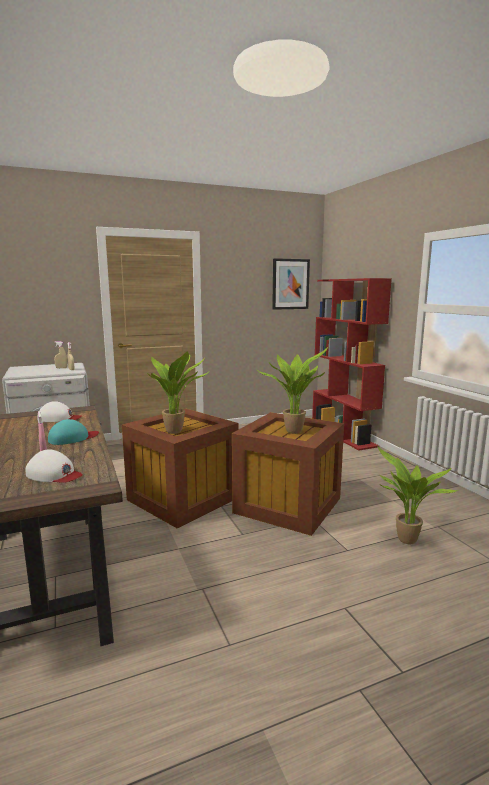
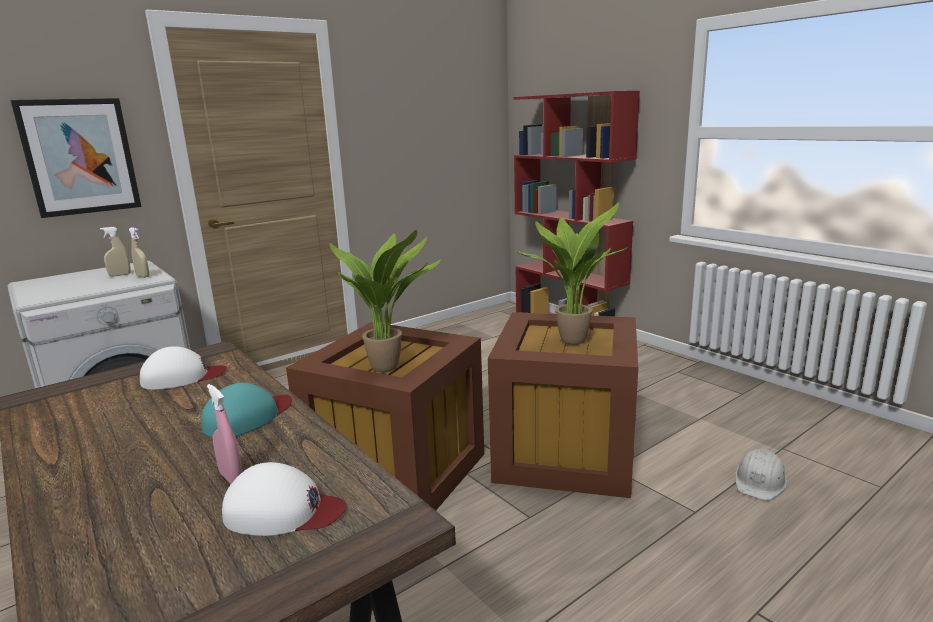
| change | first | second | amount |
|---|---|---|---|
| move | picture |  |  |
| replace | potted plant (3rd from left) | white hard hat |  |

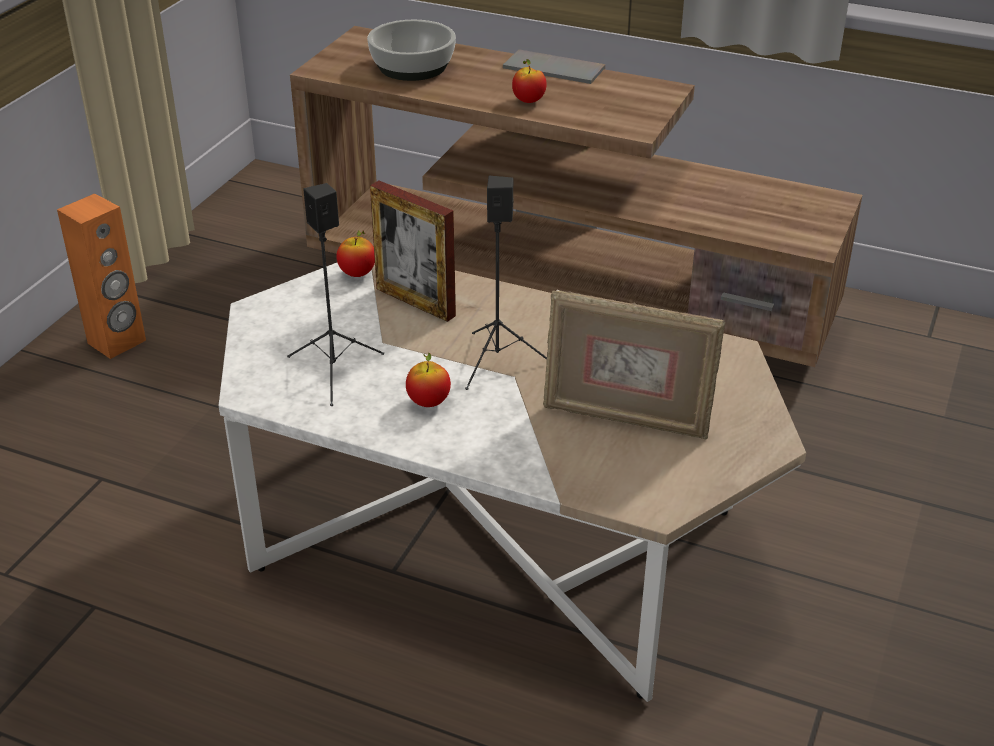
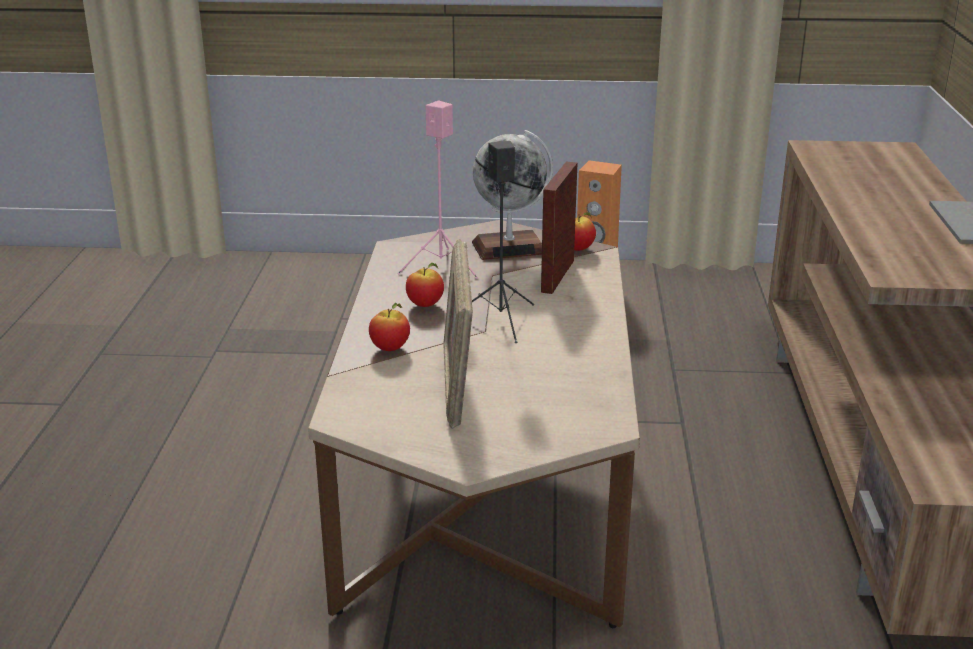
| change | first | second | amount |
|---|---|---|---|
| recolor | white coffee table | brown coffee table |  |
| recolor | black speaker (1st from left) | pink speaker |  |
| delete | bowl |  |  |
| move | apple (3rd from left in the first image) | apple (1st from left) |  |
| insert |  | globe |  |

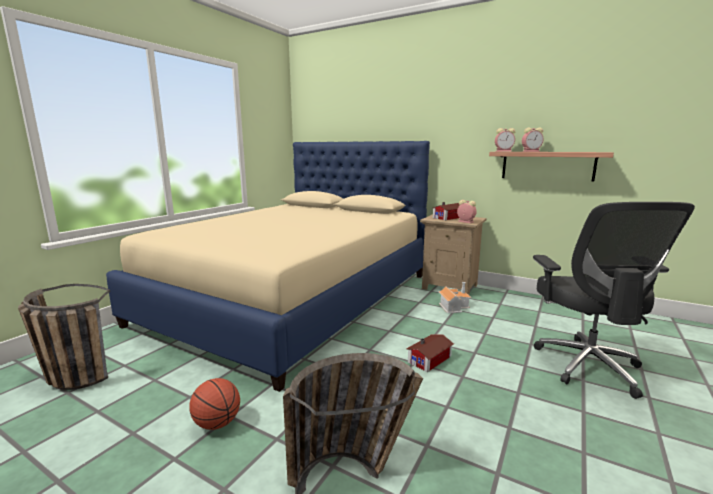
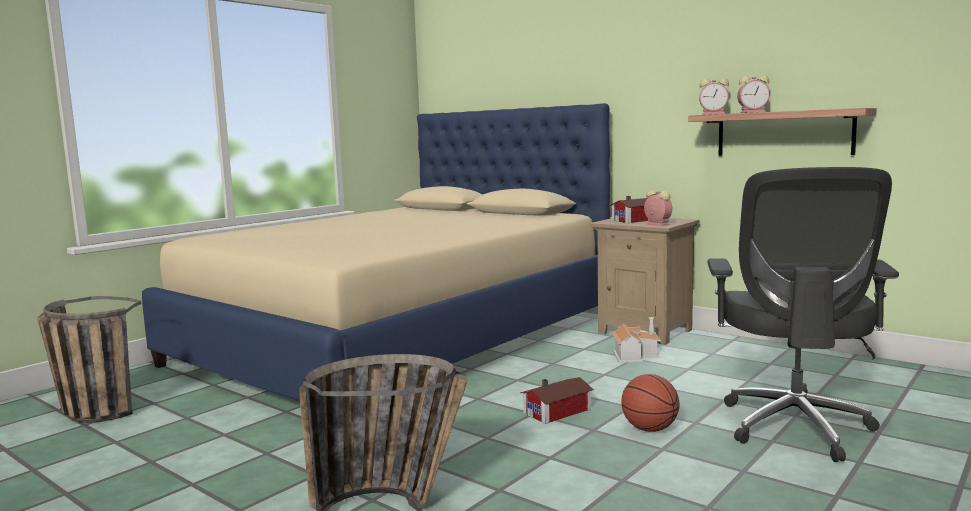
| change | first | second | amount |
|---|---|---|---|
| move | basketball |  |  |

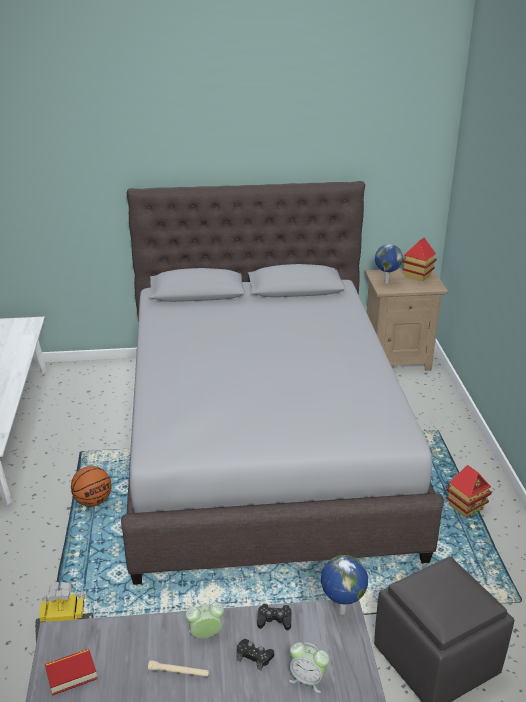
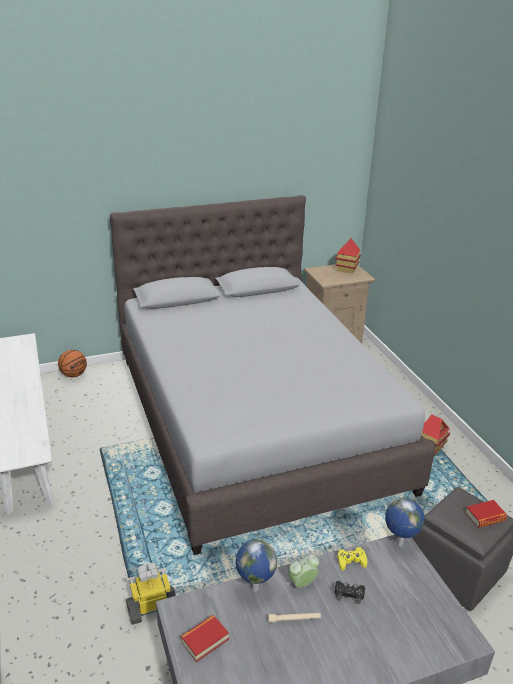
| change | first | second | amount |
|---|---|---|---|
| move | basketball |  |  |
| recolor | black game controller (2nd from left) | yellow game controller |  |
| delete | alarm clock (2nd from left) |  |  |
| move | globe (2nd from left in the first image) | globe (1st from left) |  |
| insert |  | book (2nd from left) |  |

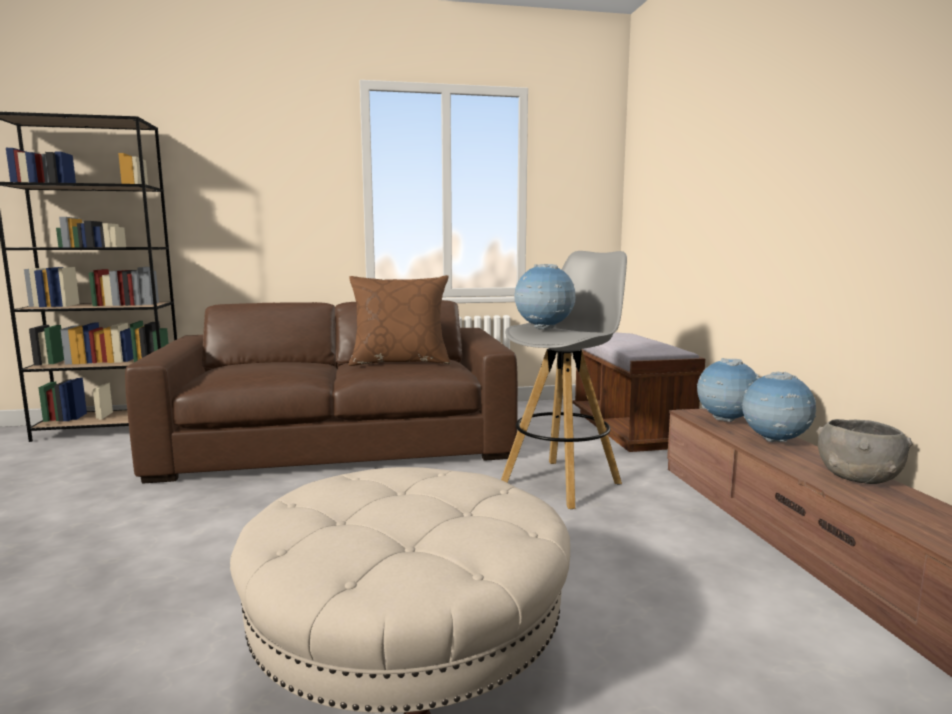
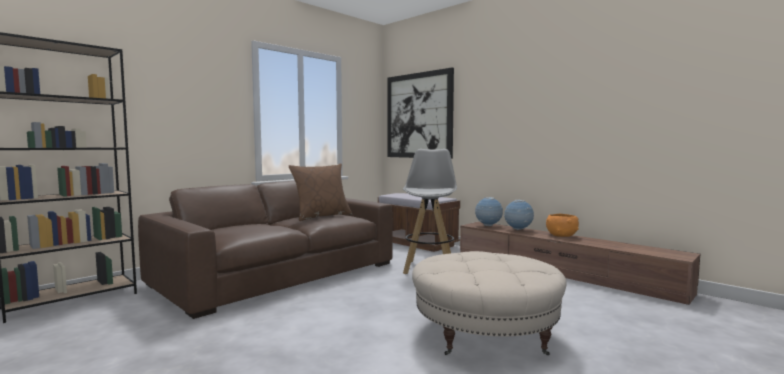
| change | first | second | amount |
|---|---|---|---|
| delete | globe (1st from left) |  |  |
| recolor | grey bowl | orange bowl |  |
| insert |  | picture |  |

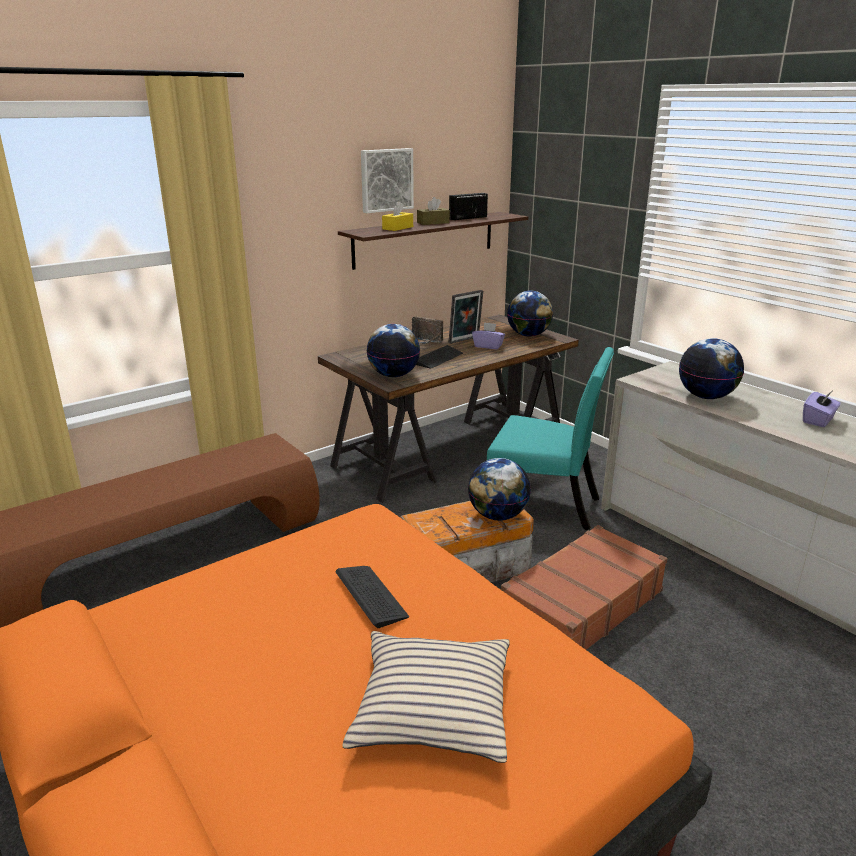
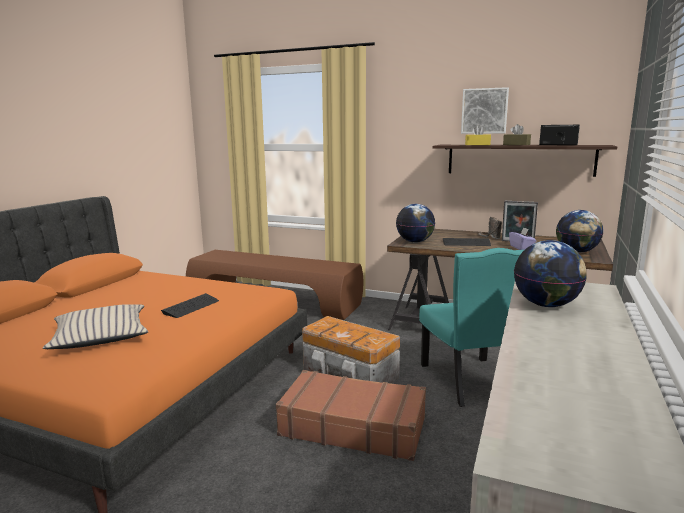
| change | first | second | amount |
|---|---|---|---|
| delete | globe (2nd from left) |  |  |
| delete | purple tissue box (2nd from left) |  |  |

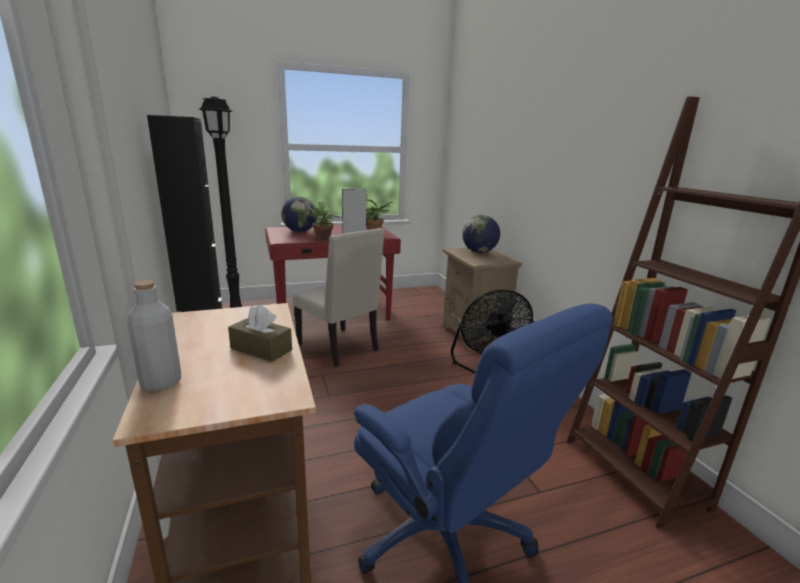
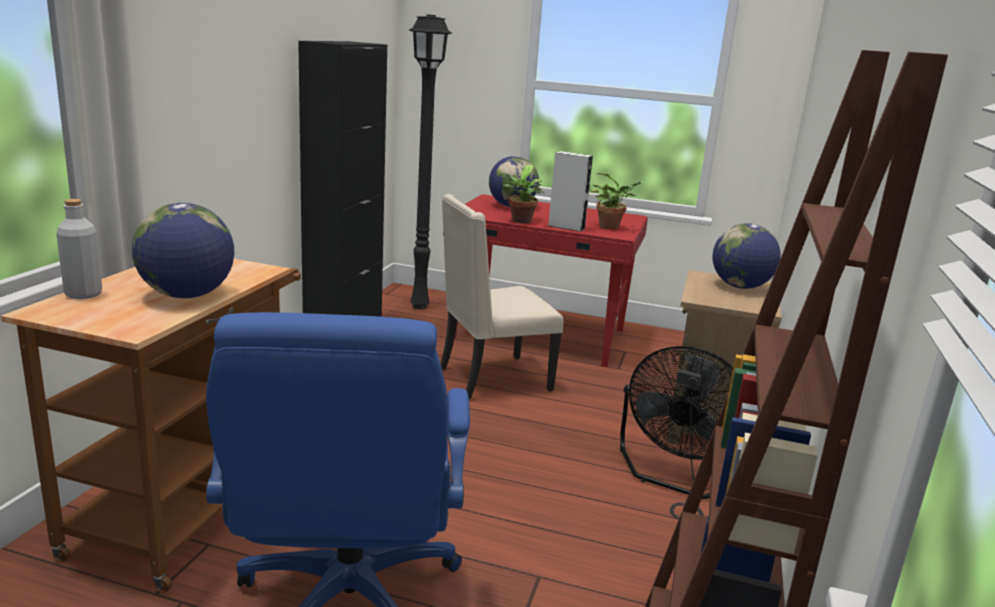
| change | first | second | amount |
|---|---|---|---|
| replace | brown tissue box | globe (1st from left) |  |
| rotate | beige chair |  | 75 degrees clockwise |

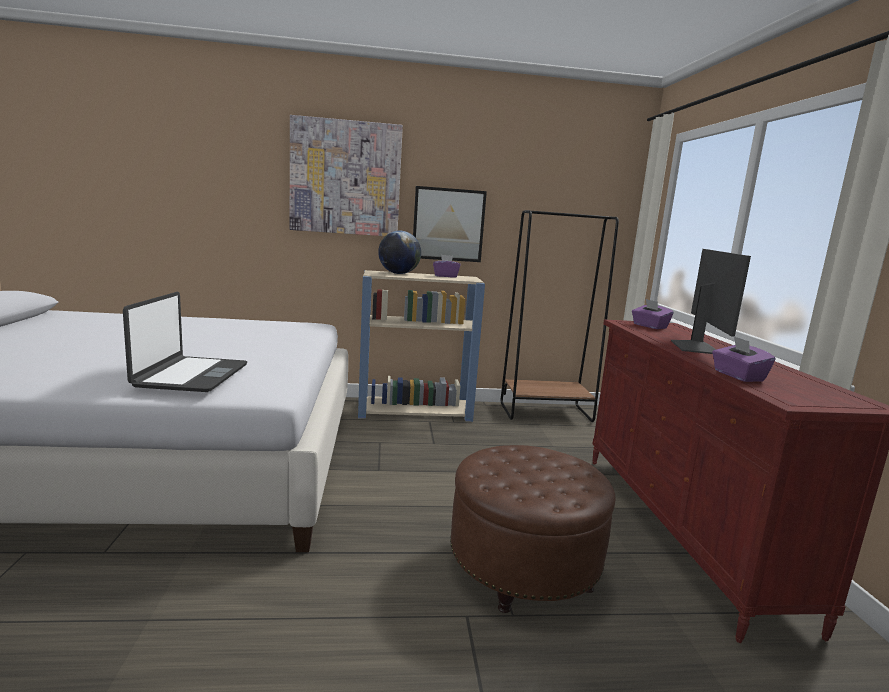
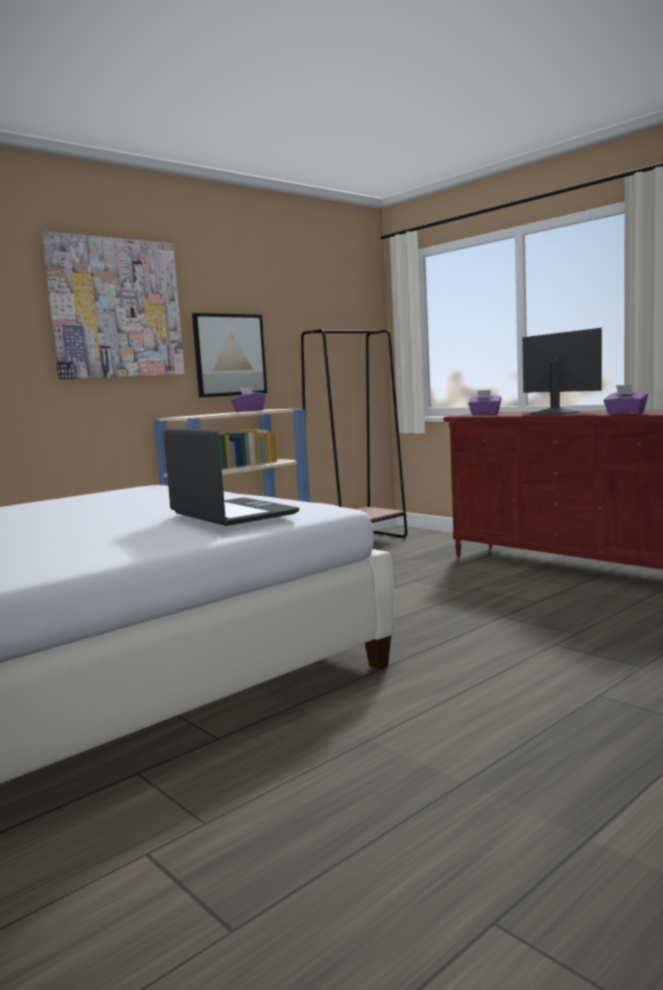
| change | first | second | amount |
|---|---|---|---|
| delete | globe |  |  |
| delete | brown ottoman |  |  |

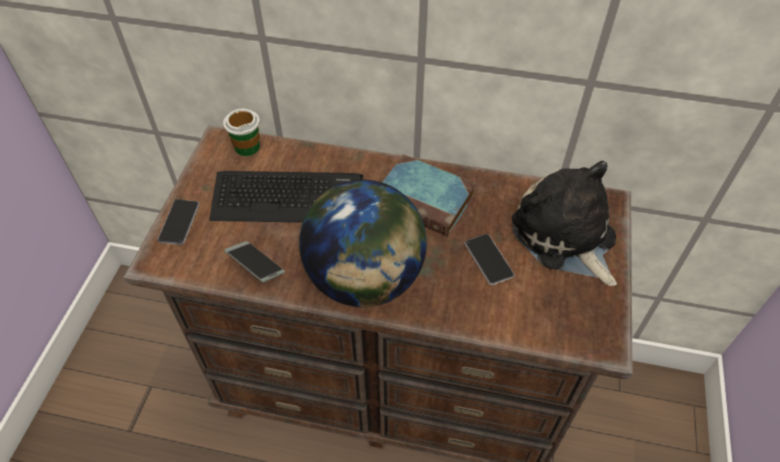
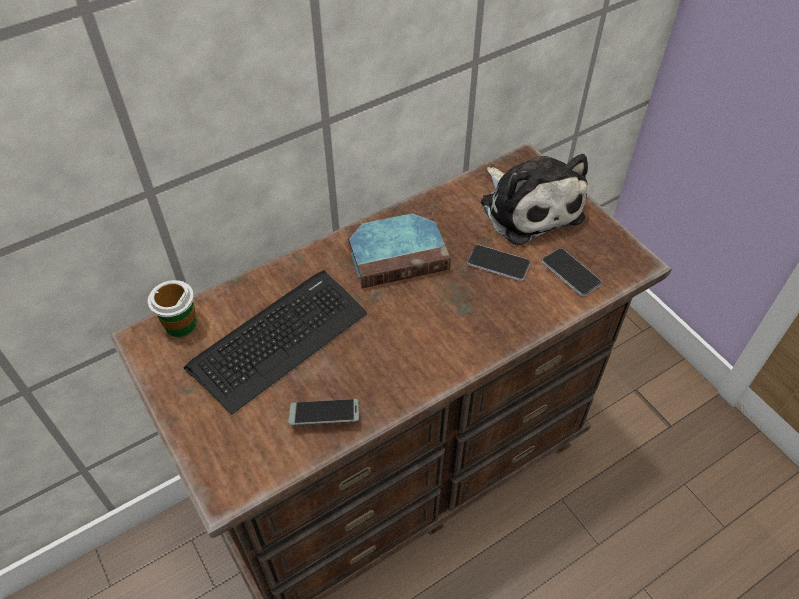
| change | first | second | amount |
|---|---|---|---|
| move | phone (1st from left in the first image) | phone (3rd from left) |  |
| delete | globe |  |  |
| rotate | plush toy |  | 135 degrees counterclockwise |

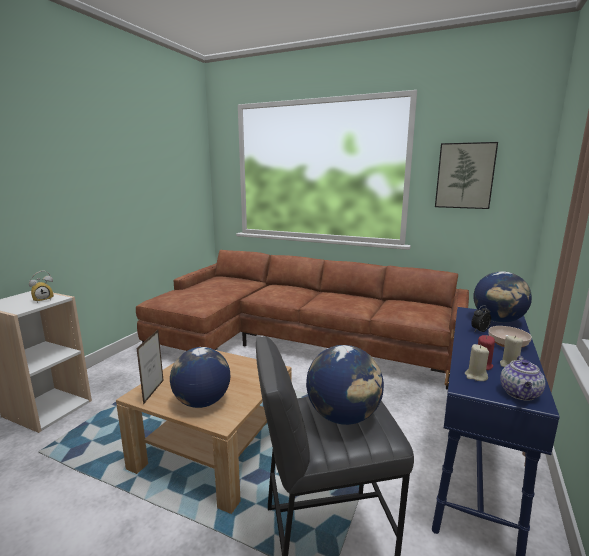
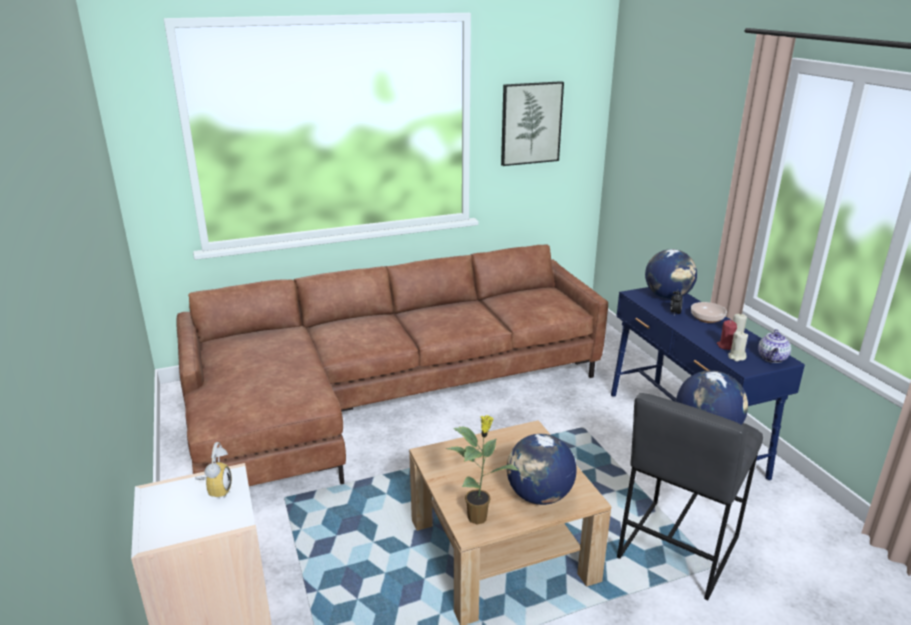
| change | first | second | amount |
|---|---|---|---|
| replace | picture frame | potted plant |  |
| rotate | teapot |  | 45 degrees clockwise |

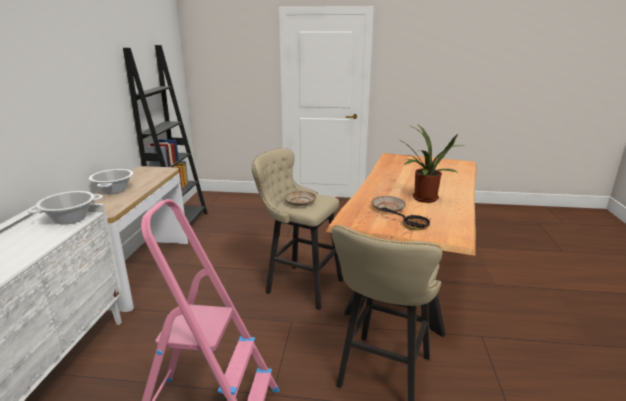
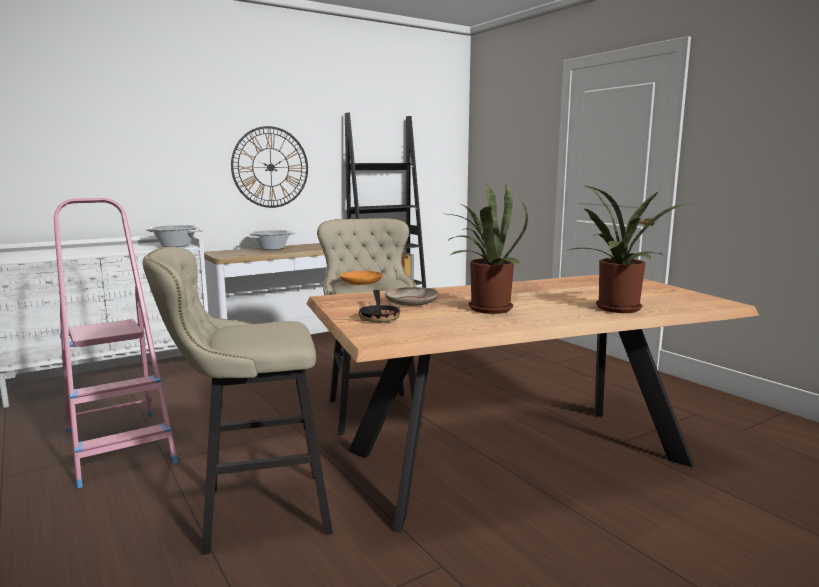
| change | first | second | amount |
|---|---|---|---|
| recolor | beige plate (1st from left) | orange plate |  |
| insert |  | wall clock |  |
| insert |  | potted plant (2nd from left) |  |

